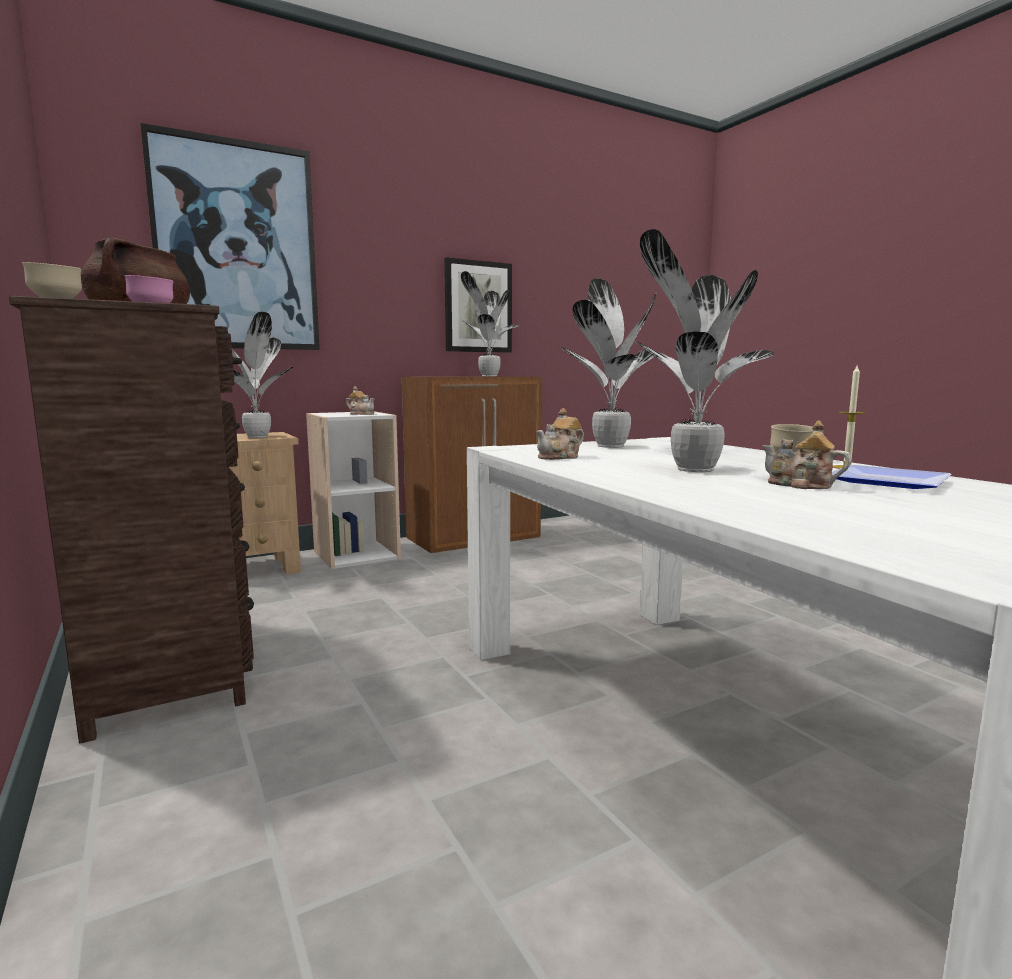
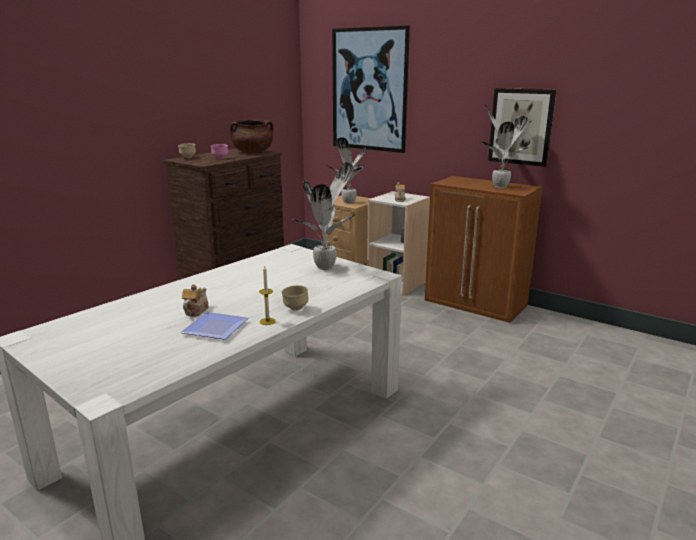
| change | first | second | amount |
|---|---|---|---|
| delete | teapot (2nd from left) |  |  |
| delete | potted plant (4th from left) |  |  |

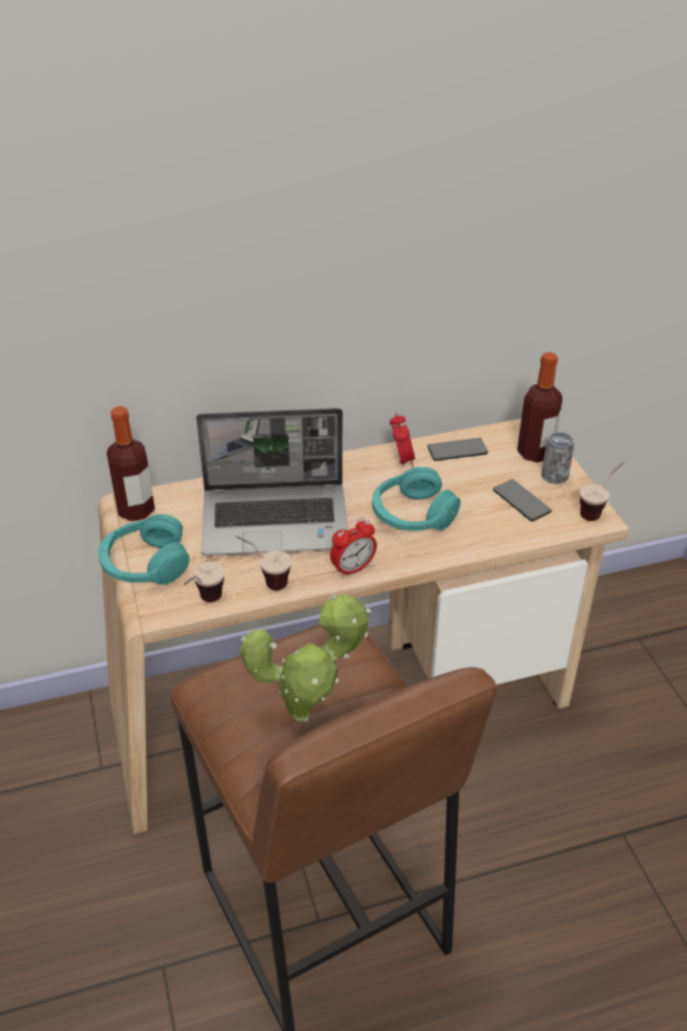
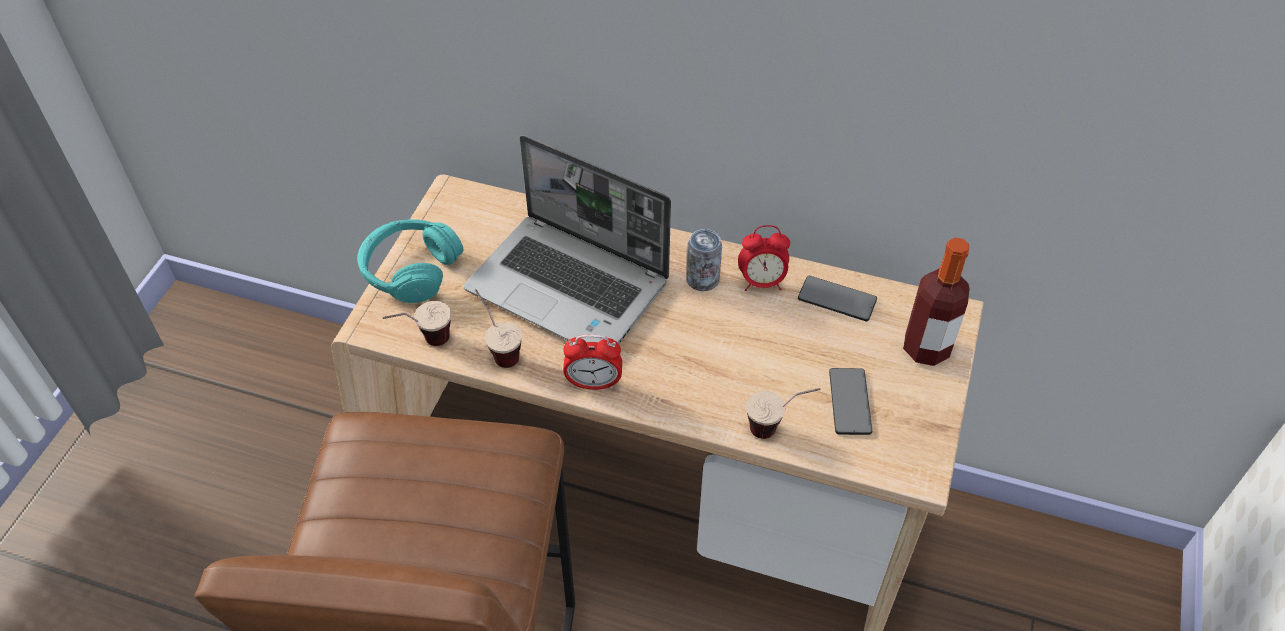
| change | first | second | amount |
|---|---|---|---|
| delete | bottle (1st from left) |  |  |
| delete | potted plant |  |  |
| delete | turquoise headphones (2nd from left) |  |  |
| rotate | alarm clock (2nd from left) |  | 60 degrees clockwise |
| move | can |  |  |
| move | cup (3rd from left) |  |  |

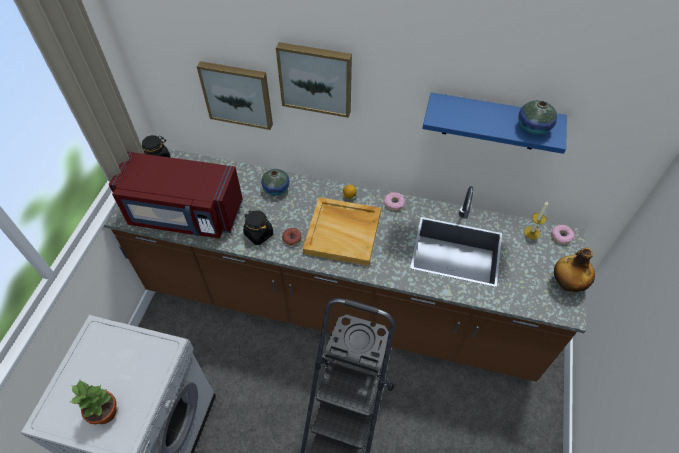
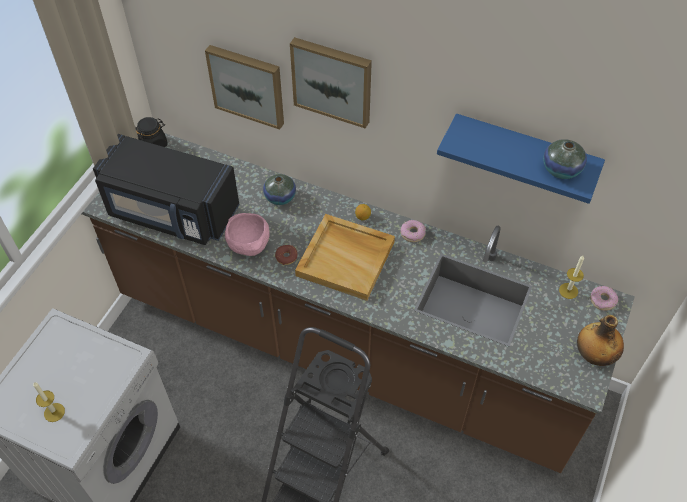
| change | first | second | amount |
|---|---|---|---|
| replace | potted plant | candle (1st from left) |  |
| recolor | red microwave | black microwave |  |
| replace | black jar (2nd from left) | pink bowl |  |

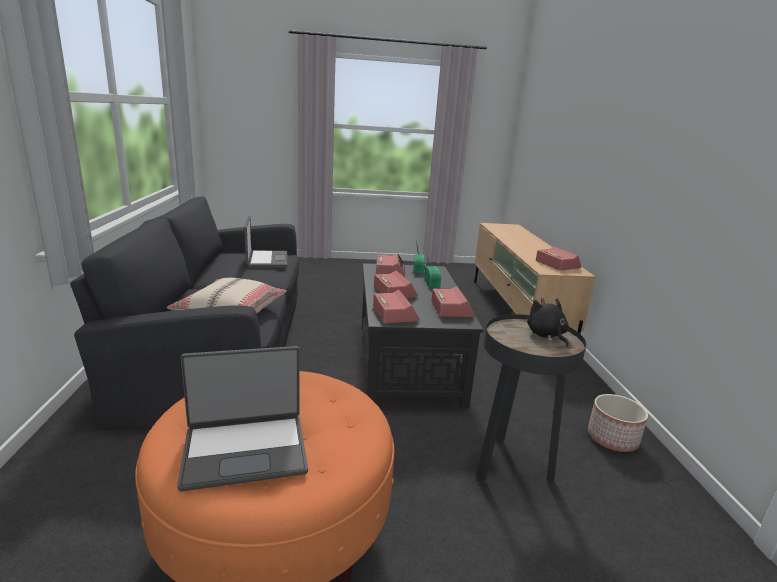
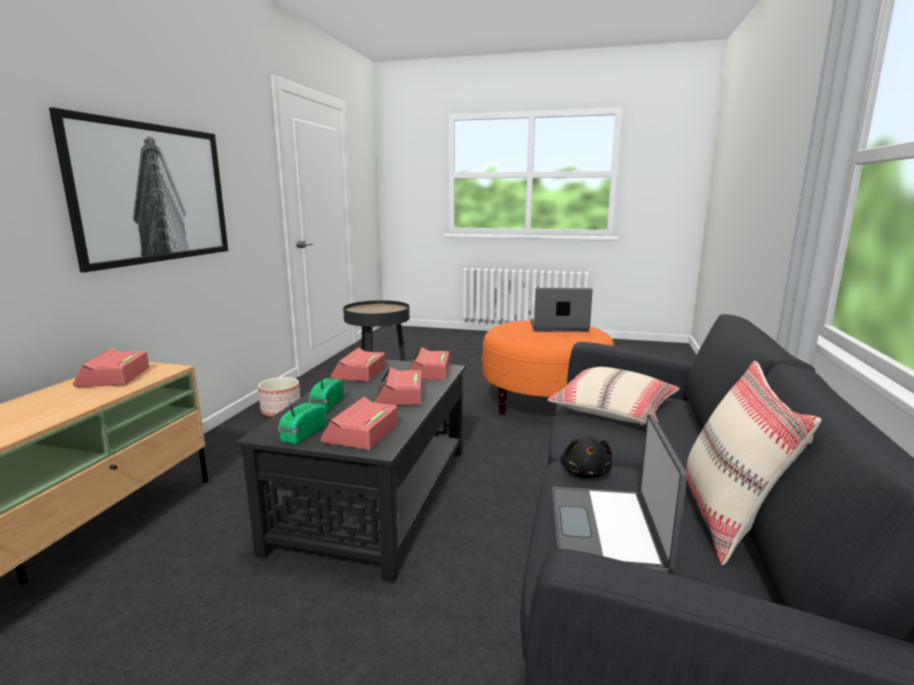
| change | first | second | amount |
|---|---|---|---|
| move | black plush toy |  |  |
| insert |  | picture |  |
| insert |  | beige pillow (2nd from left) |  |

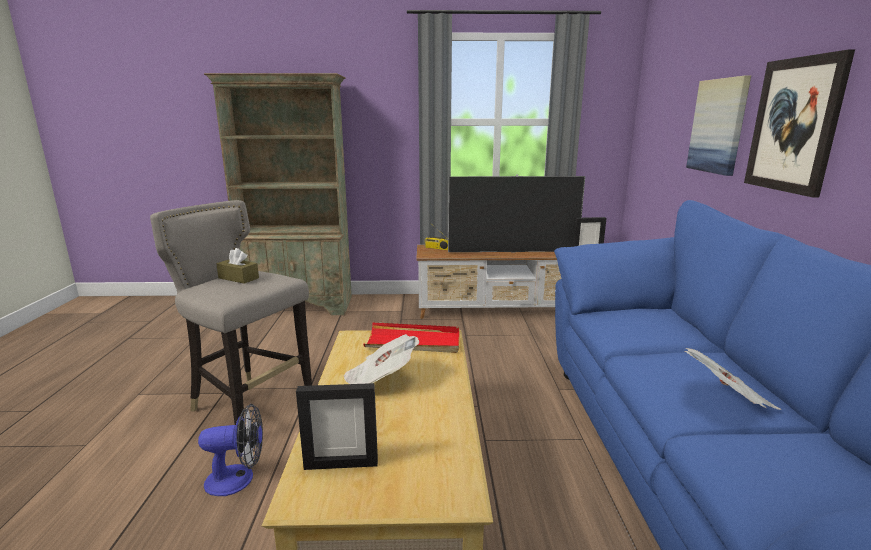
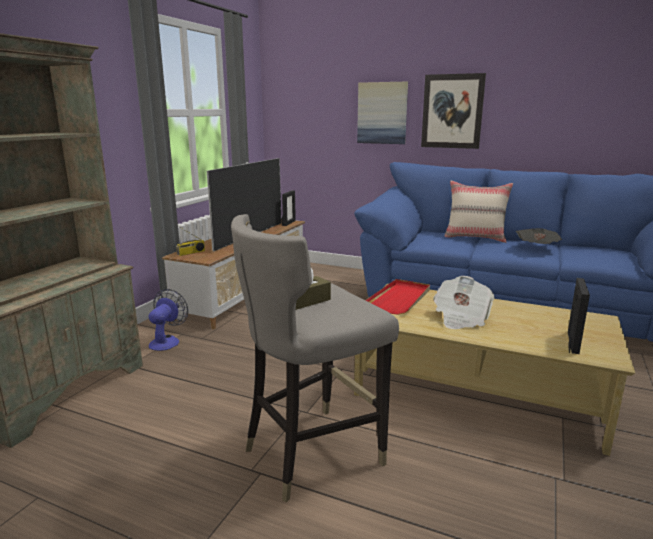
| change | first | second | amount |
|---|---|---|---|
| move | fan |  |  |
| insert |  | beige pillow |  |

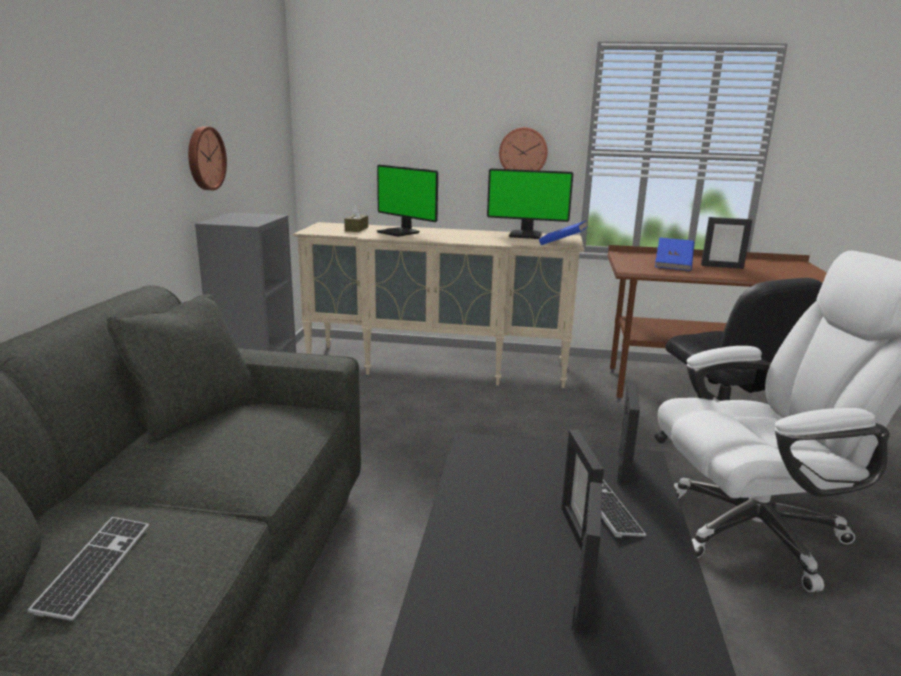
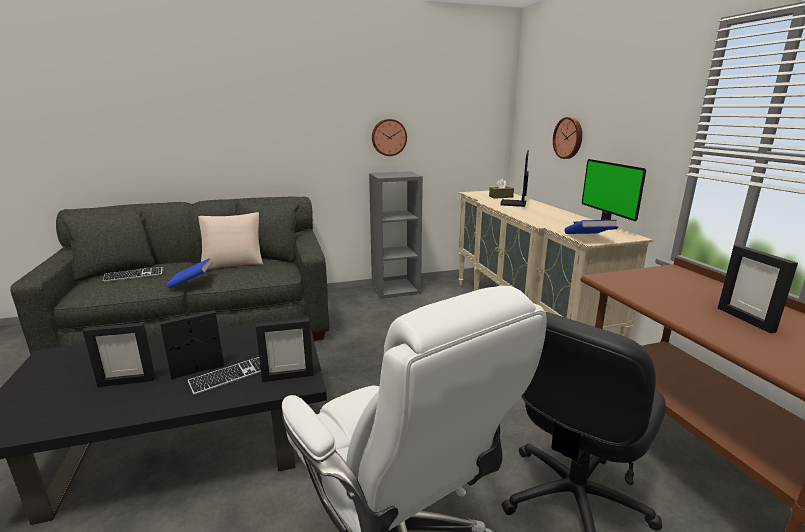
| change | first | second | amount |
|---|---|---|---|
| move | wall clock (2nd from left) |  |  |
| move | blue book (2nd from left in the first image) | blue book (1st from left) |  |
| insert |  | beige pillow |  |

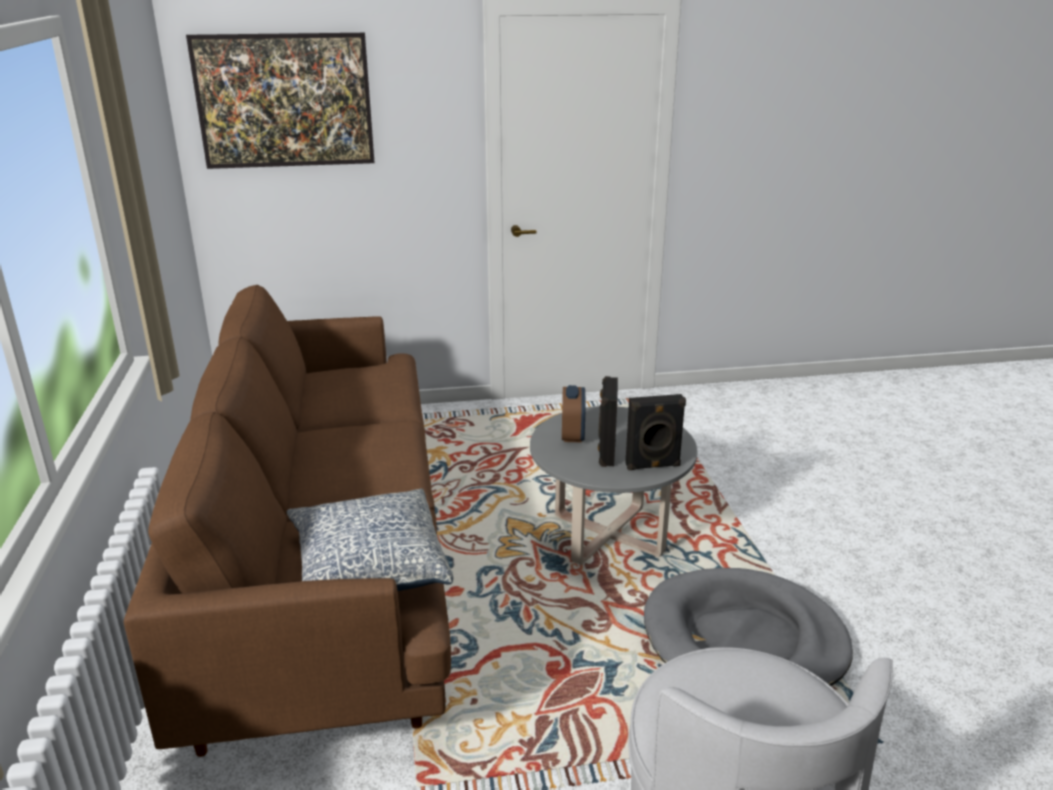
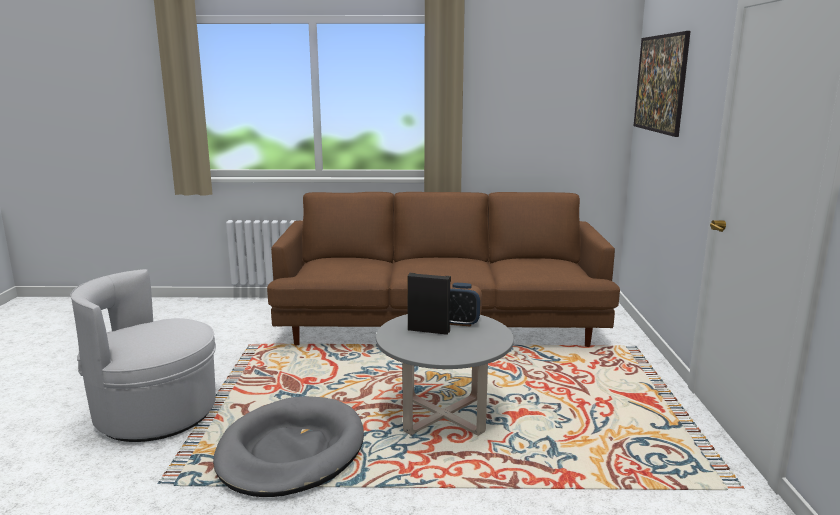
| change | first | second | amount |
|---|---|---|---|
| delete | pillow |  |  |
| delete | black speaker (2nd from left) |  |  |

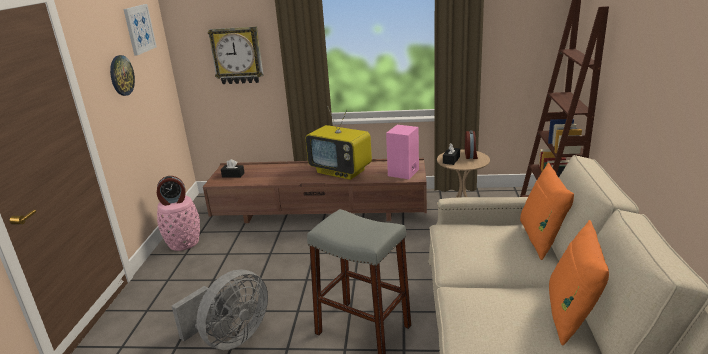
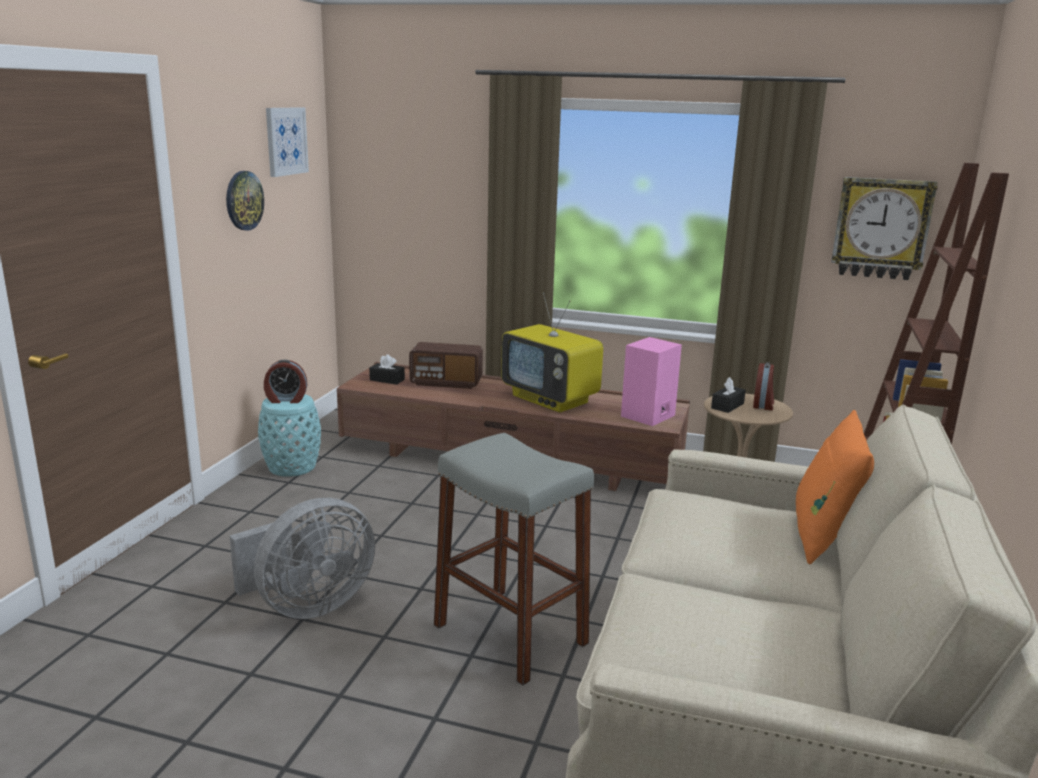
| change | first | second | amount |
|---|---|---|---|
| recolor | pink stool | turquoise stool |  |
| move | wall clock (2nd from left) |  |  |
| delete | orange pillow (2nd from left) |  |  |
| insert |  | radio |  |

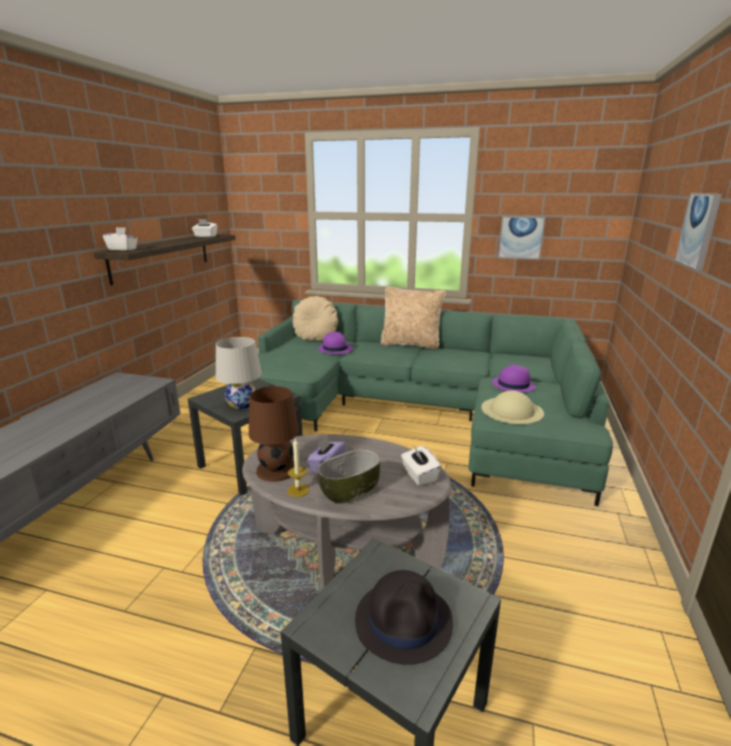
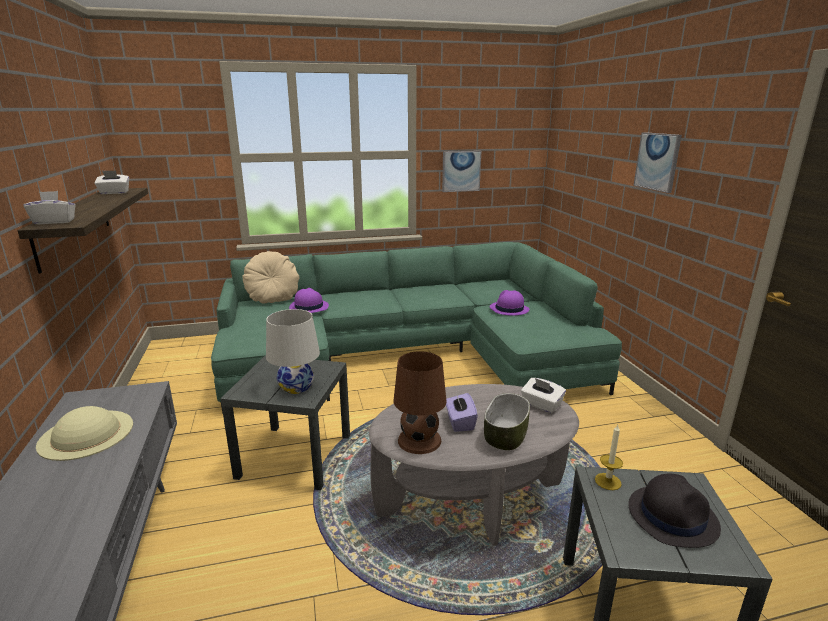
| change | first | second | amount |
|---|---|---|---|
| move | candle |  |  |
| delete | beige pillow (2nd from left) |  |  |
| move | beige hat |  |  |

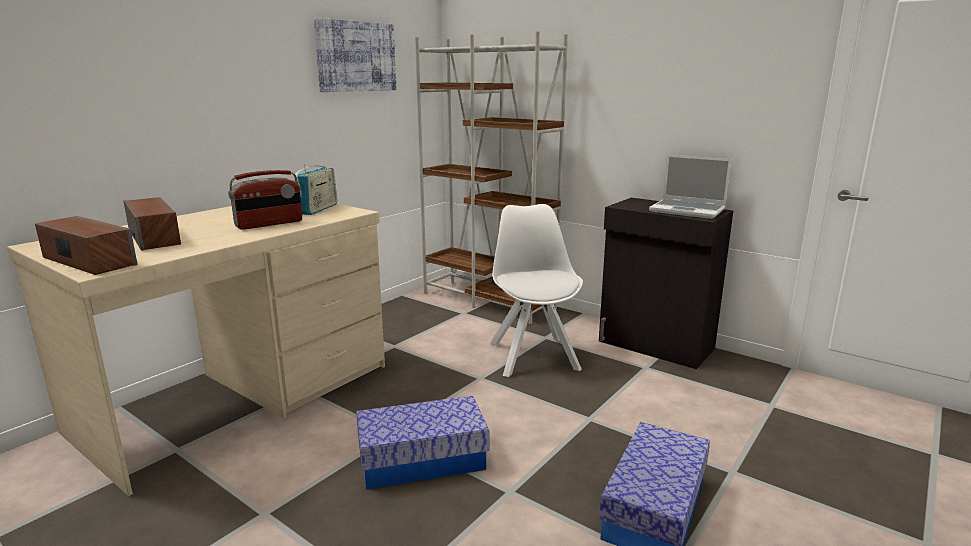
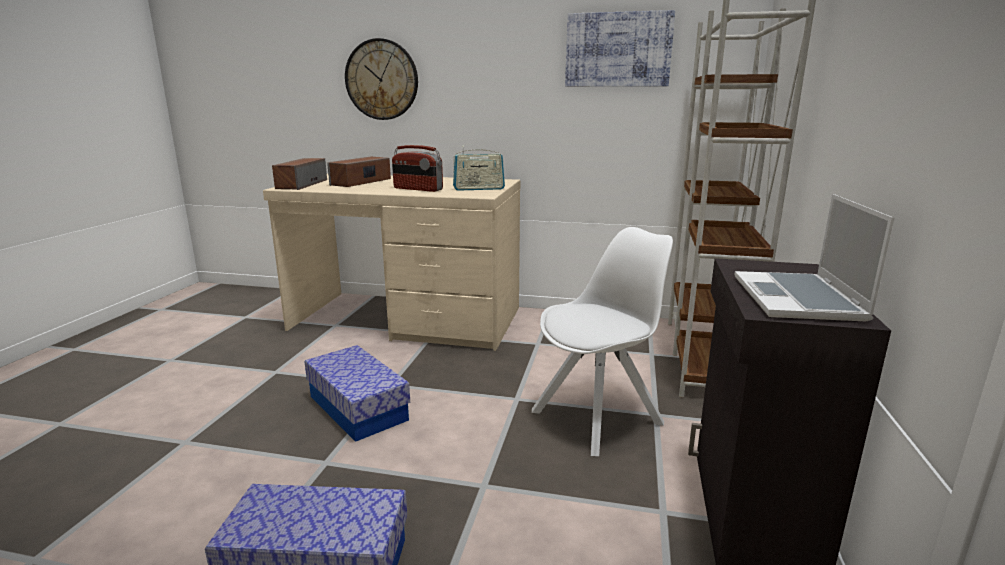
| change | first | second | amount |
|---|---|---|---|
| insert |  | wall clock |  |

